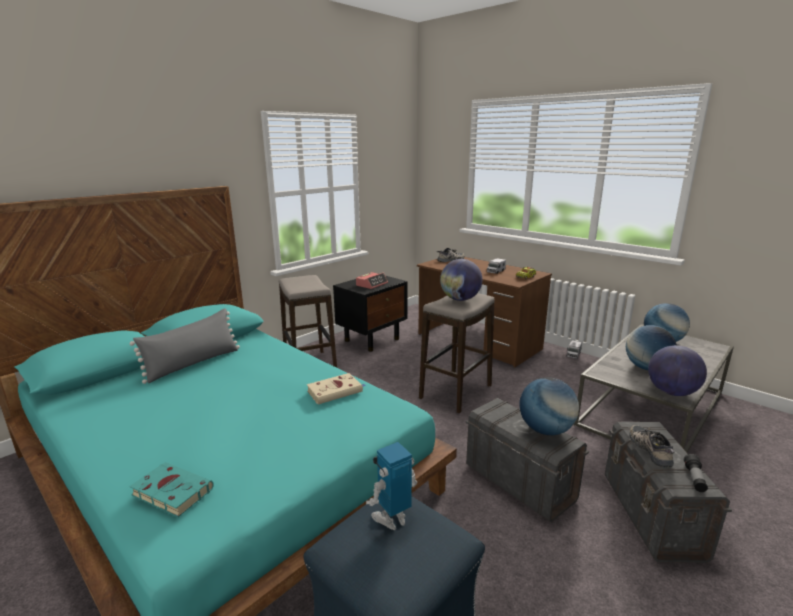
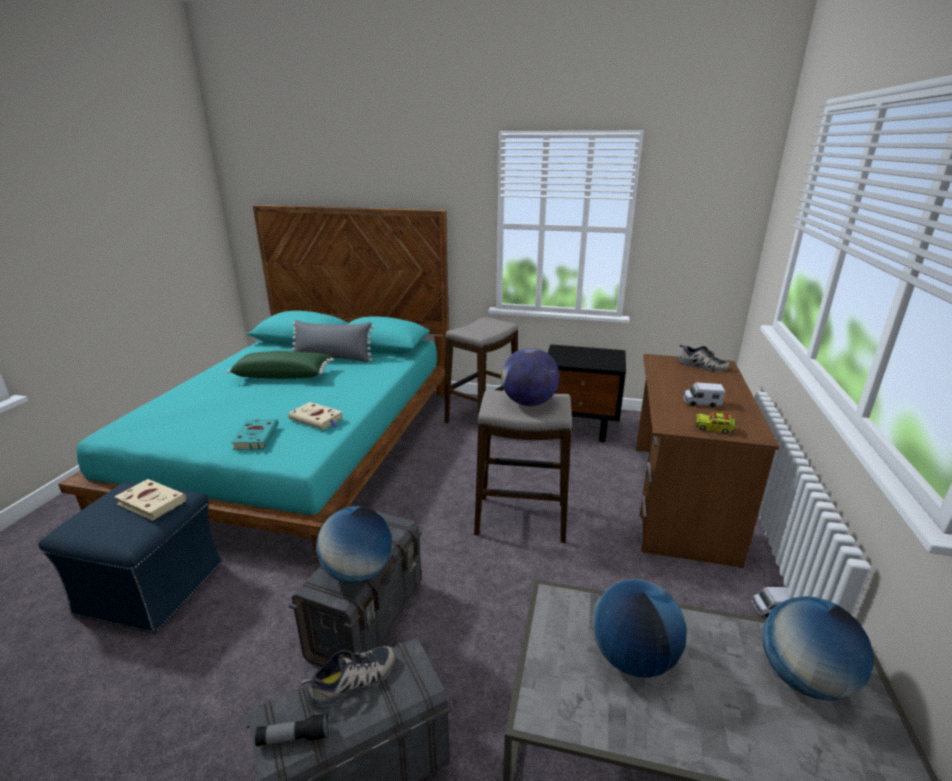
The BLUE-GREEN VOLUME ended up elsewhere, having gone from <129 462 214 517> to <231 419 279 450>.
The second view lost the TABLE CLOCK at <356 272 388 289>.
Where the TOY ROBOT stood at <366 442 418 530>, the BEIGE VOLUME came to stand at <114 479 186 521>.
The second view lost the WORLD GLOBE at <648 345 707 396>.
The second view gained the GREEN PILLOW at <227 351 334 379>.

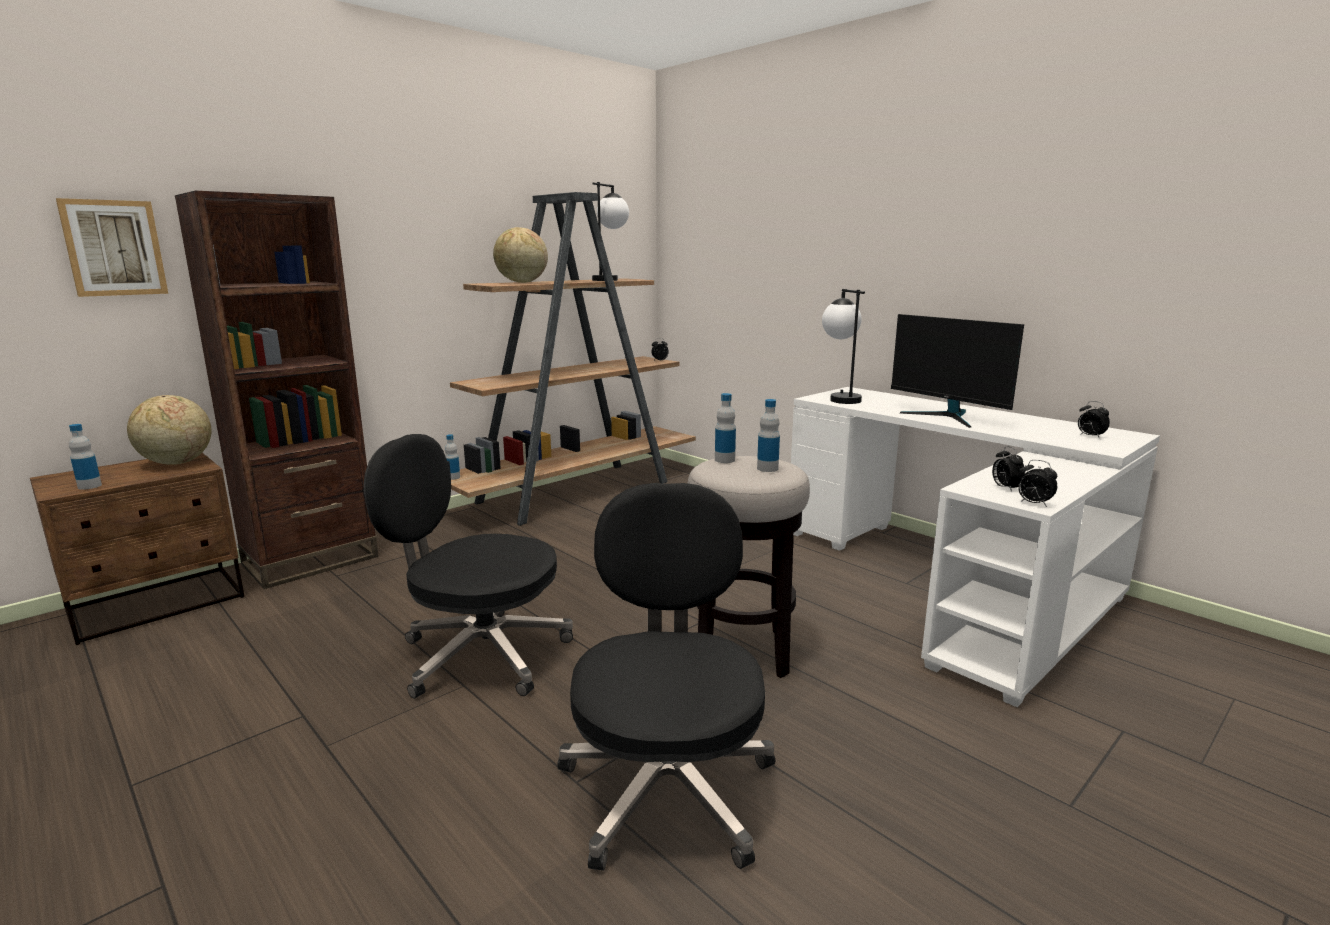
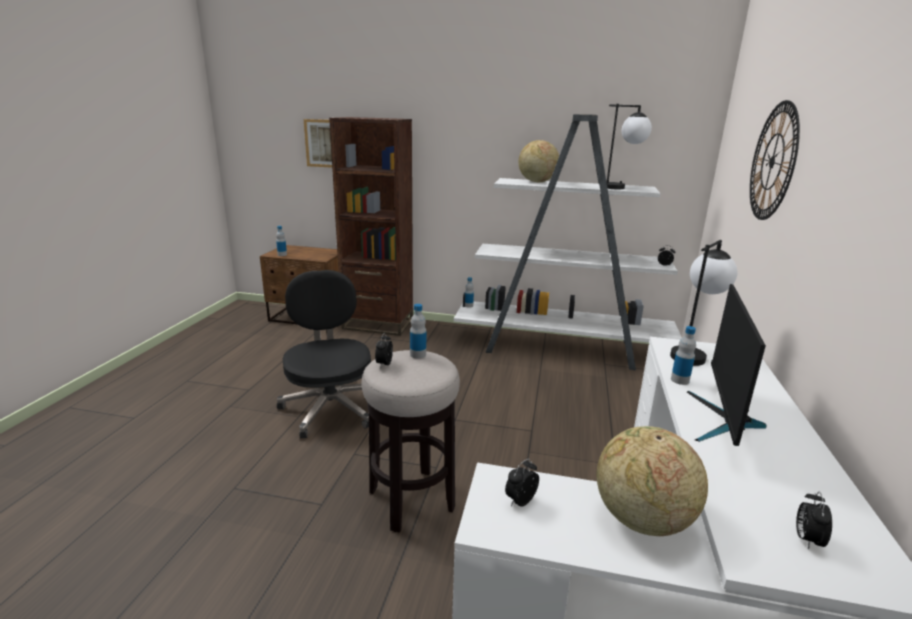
The WORLD GLOBE ended up elsewhere, having gone from <127 395 211 465> to <597 426 708 536>.
What was the BROWNISH BOOKCASE at <447 192 696 526> turned into the WHITE BOOKCASE at <454 114 682 370>.
The second view lost the BLACK DESK CHAIR at <557 483 775 871>.
The BEVERAGE BOTTLE ended up elsewhere, having gone from <757 399 780 472> to <671 326 696 385>.
The TABLE CLOCK ended up elsewhere, having gone from <1018 460 1057 507> to <375 334 393 366>.
The second view gained the WALL CLOCK at <750 100 800 220>.

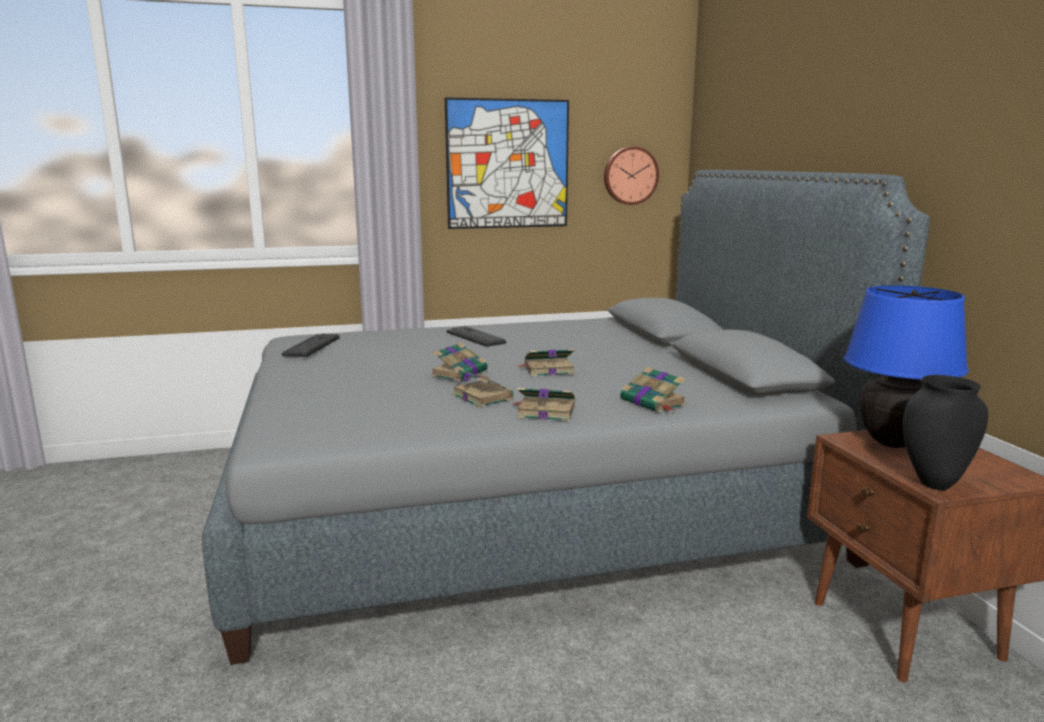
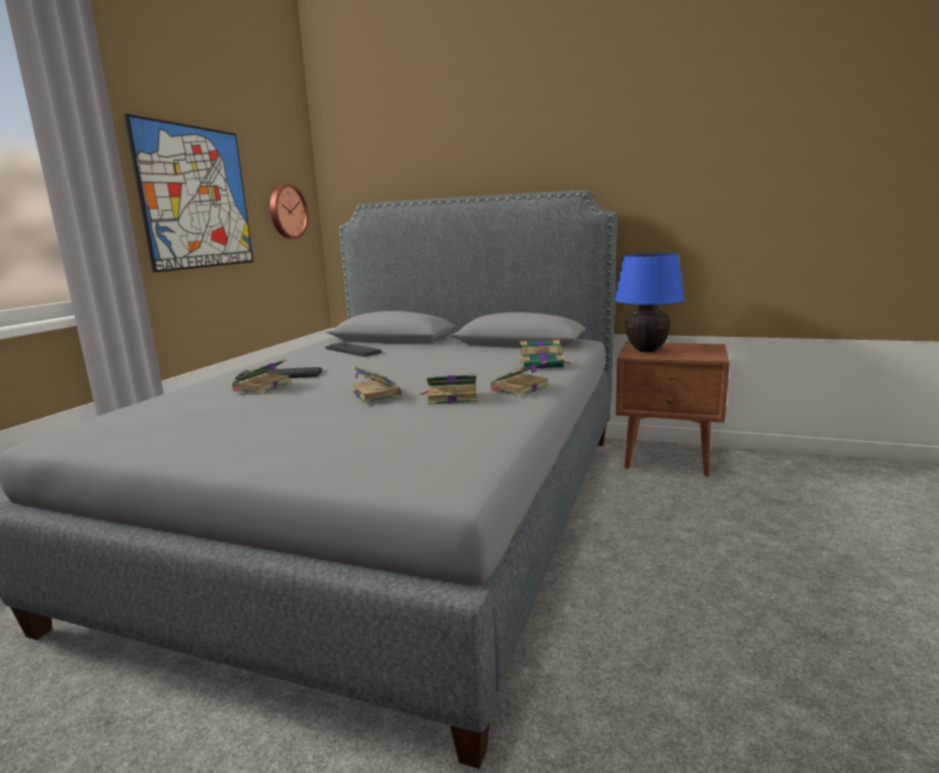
The KEYBOARD ended up elsewhere, having gone from <282 333 340 357> to <325 342 382 357>.
The VOLUME ended up elsewhere, having gone from <518 349 575 376> to <232 359 292 394>.
The second view lost the BLACK FLOWER VASE at <903 375 988 490>.

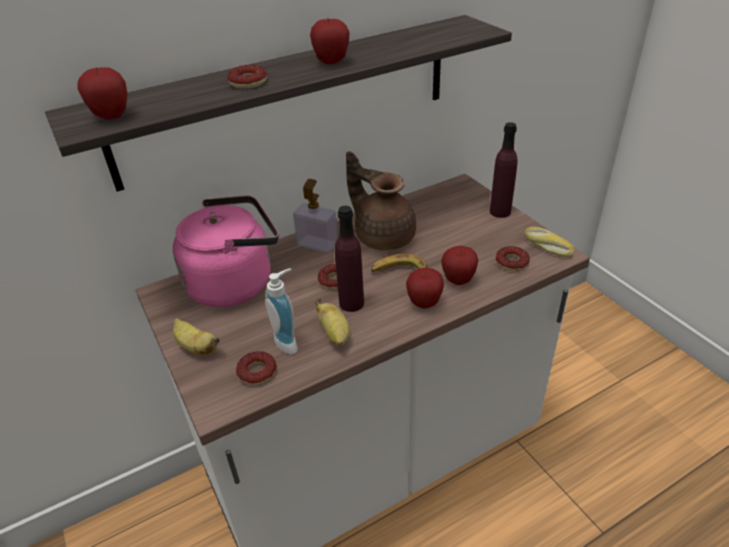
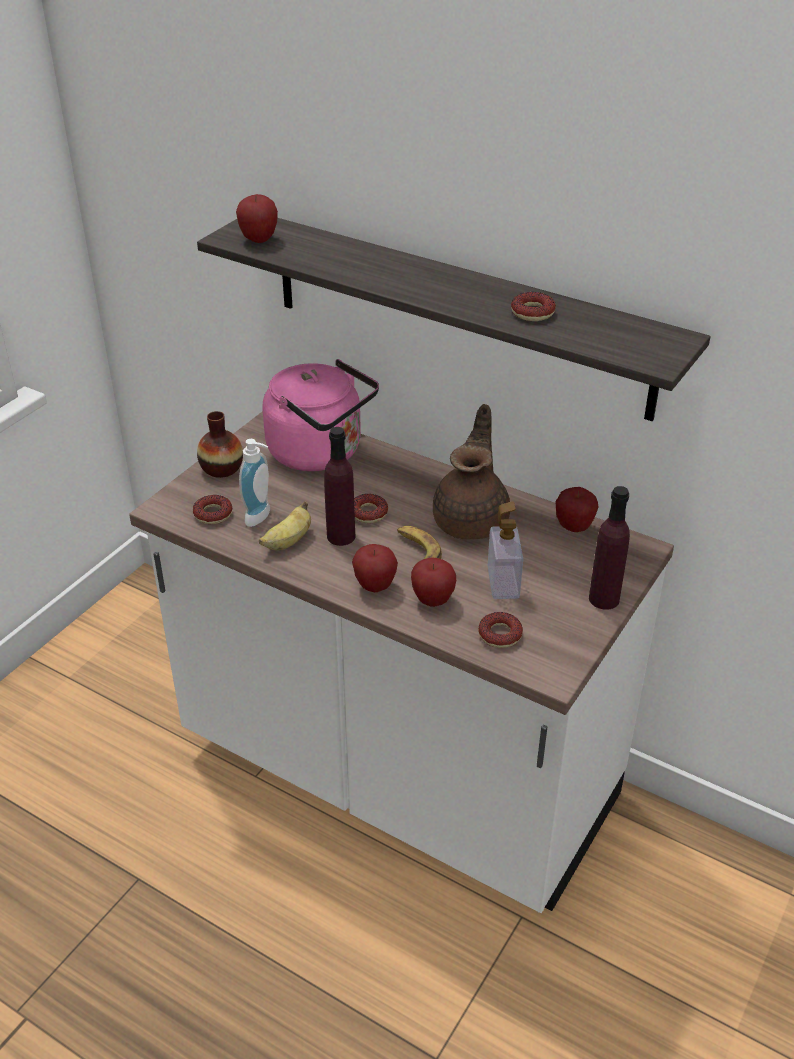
Where the BANANA FRUIT stood at <173 318 220 355>, the FLOWER VASE came to stand at <197 411 243 478>.
The DONUT ended up elsewhere, having gone from <227 65 267 89> to <511 292 556 321>.
The LIQUID SOAP BOTTLE ended up elsewhere, having gone from <293 179 338 253> to <488 501 523 599>.
The WHOLE APPLE ended up elsewhere, having gone from <310 18 349 64> to <555 487 599 532>.
The second view lost the BAKED BREAD at <524 227 574 257>.

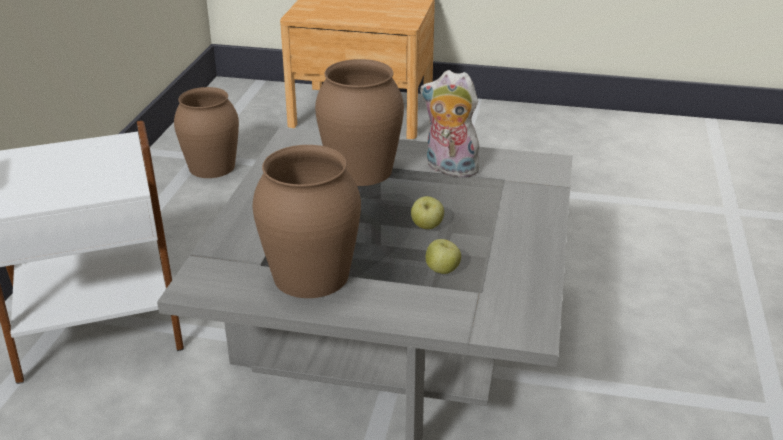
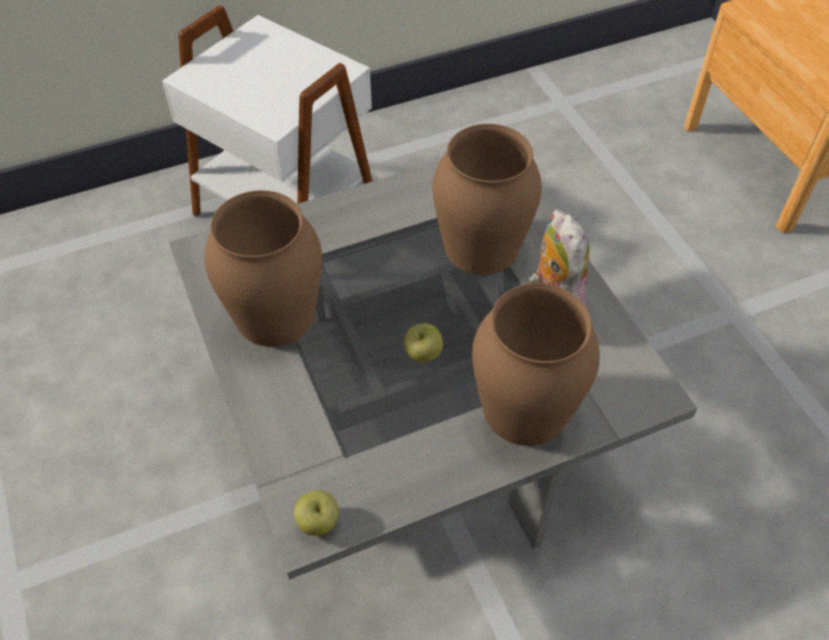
The BROWNISH FLOWER VASE ended up elsewhere, having gone from <174 87 239 178> to <472 283 600 446>.
The WHOLE APPLE ended up elsewhere, having gone from <426 239 461 274> to <294 490 339 536>.

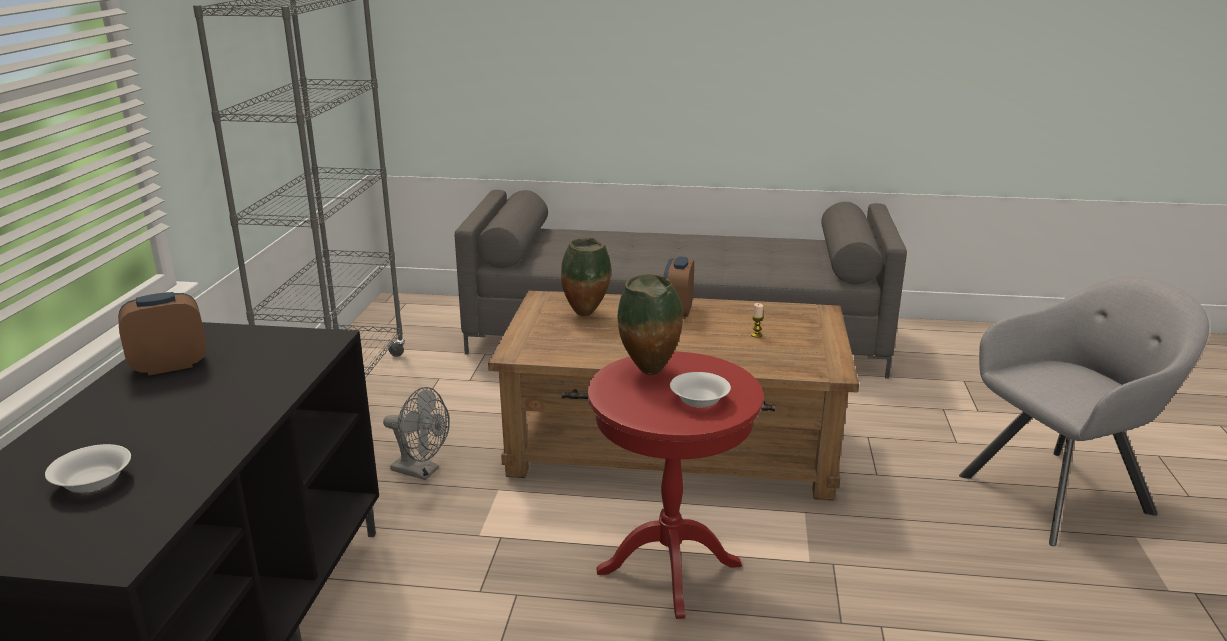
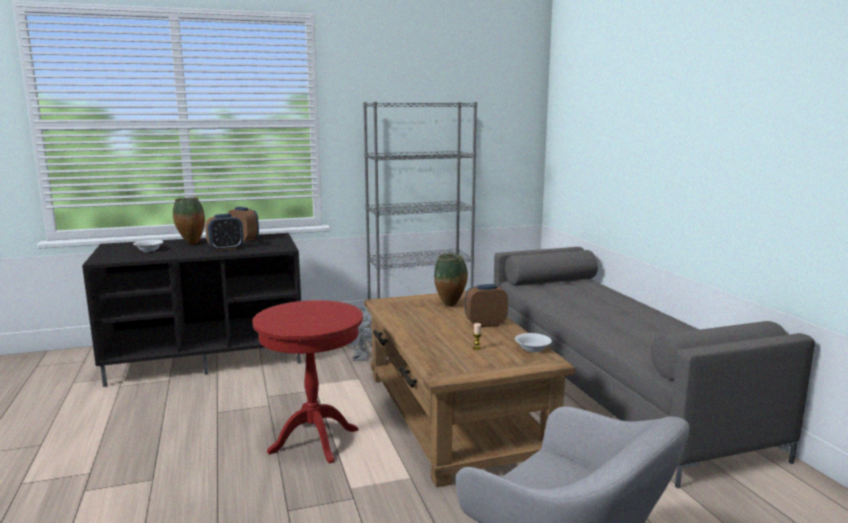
The FLOWER VASE ended up elsewhere, having gone from <618 274 683 375> to <173 197 205 245>.
The WHITE SERVING BOWL ended up elsewhere, having gone from <670 372 731 407> to <515 333 552 352>.
The second view gained the TABLE CLOCK at <205 214 243 251>.

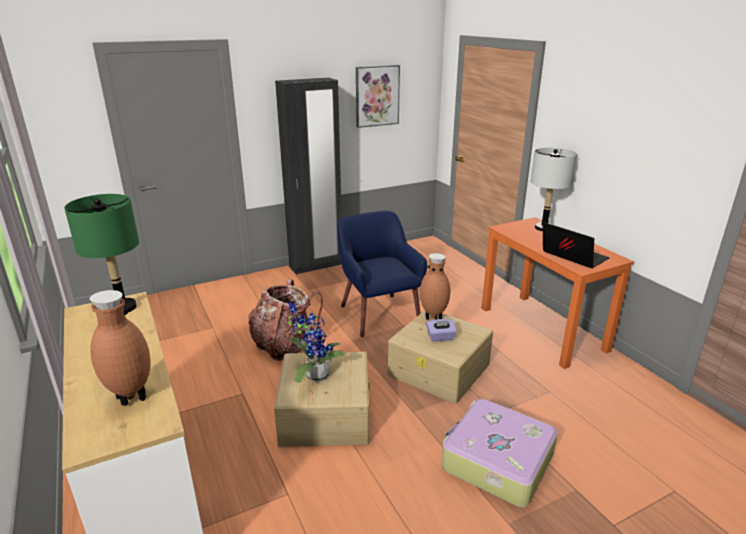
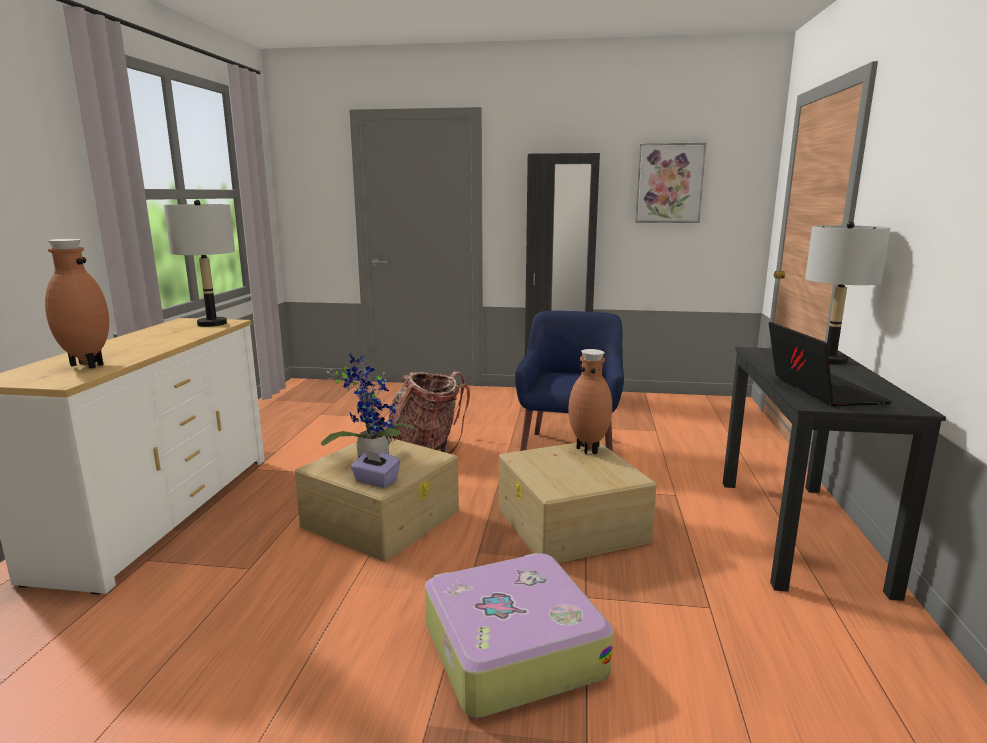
What was the GREEN TABLE LAMP at <64 194 139 312> turned into the GREYISH TABLE LAMP at <164 200 235 327>.
The PURPLISH TISSUE BOX ended up elsewhere, having gone from <426 319 457 341> to <350 450 400 488>.
What was the ORANGE DESK at <481 217 634 369> turned into the BLACK DESK at <723 347 946 601>.

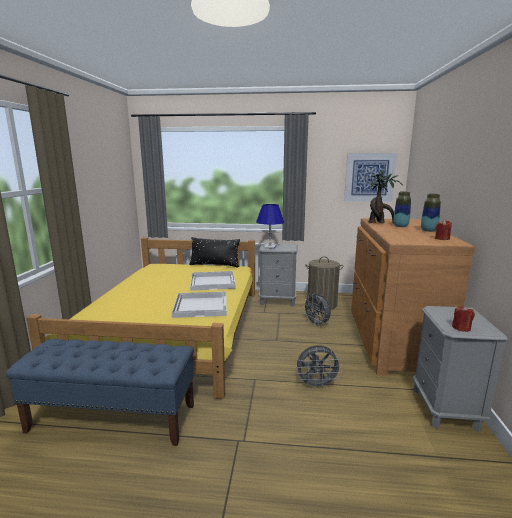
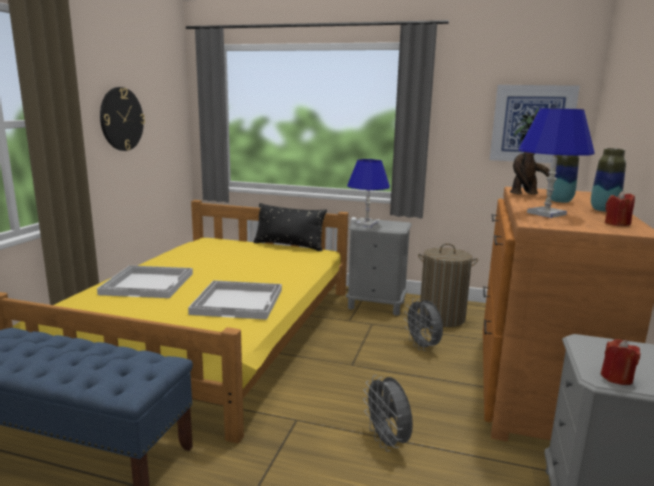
The WHITE TRAY ended up elsewhere, having gone from <190 271 236 291> to <97 265 193 298>.
The GREYISH FAN at <296 345 343 390> ended up facing another way, 60 degrees clockwise from before.
The second view gained the WALL CLOCK at <100 87 145 151>.
The second view gained the BLUISH TABLE LAMP at <519 108 595 218>.

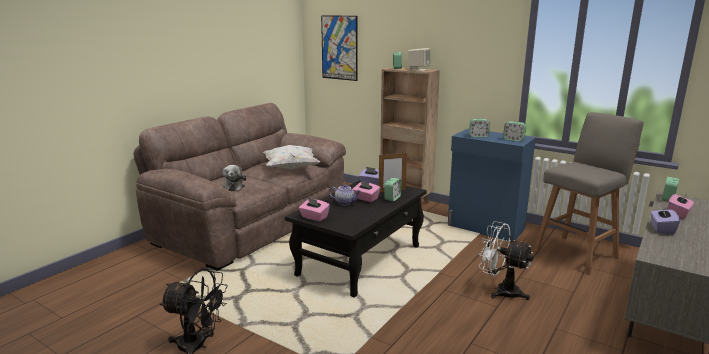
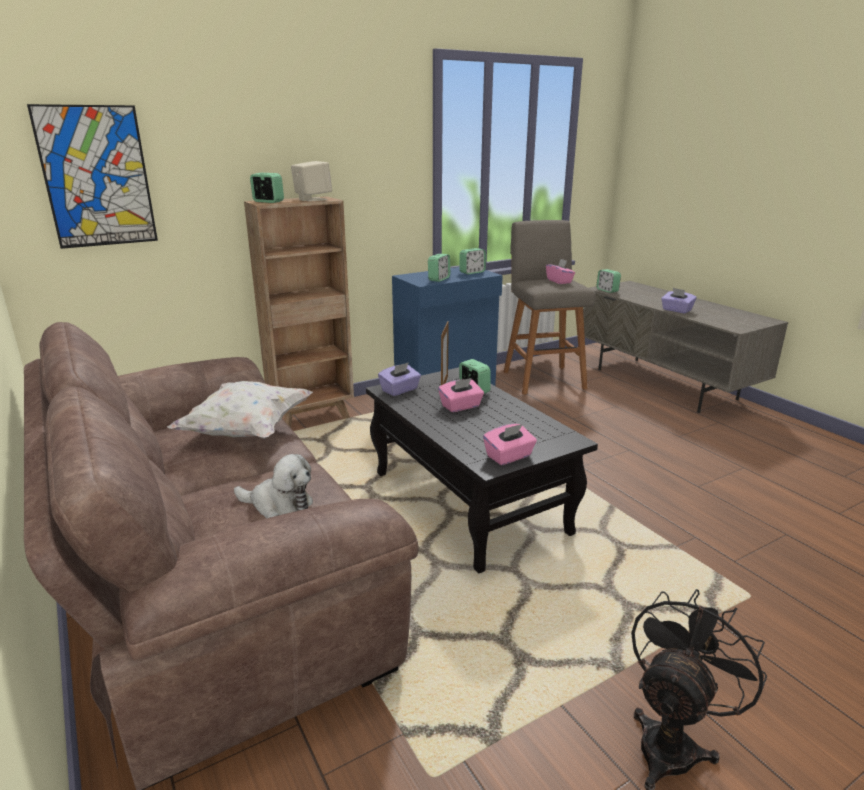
The second view lost the TEAPOT at <329 184 361 205>.
The second view lost the WHITE FAN at <479 221 533 300>.
The PINKISH TISSUE BOX ended up elsewhere, having gone from <668 192 694 219> to <546 259 575 284>.

